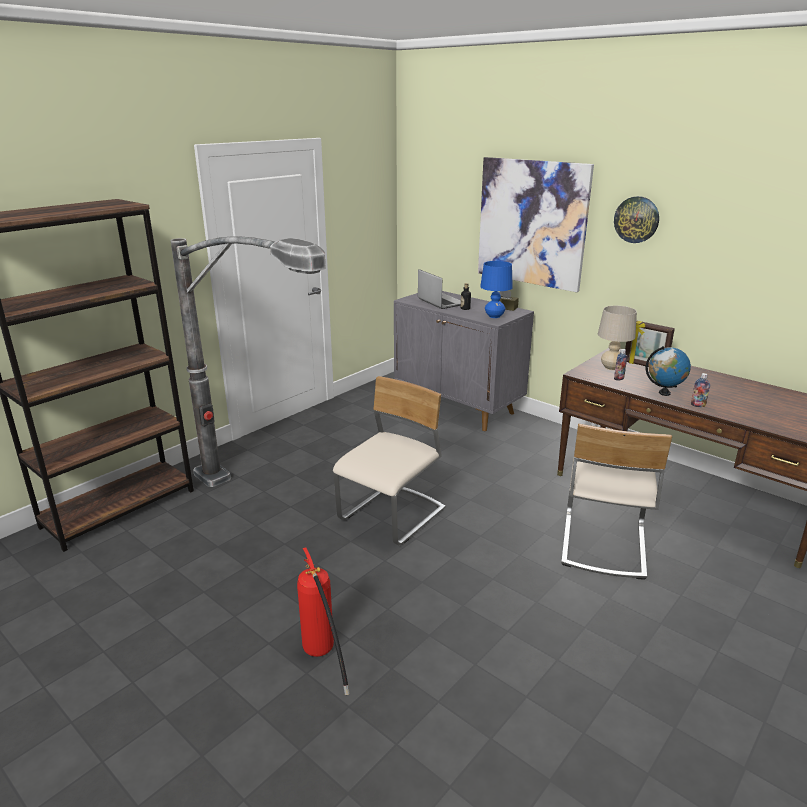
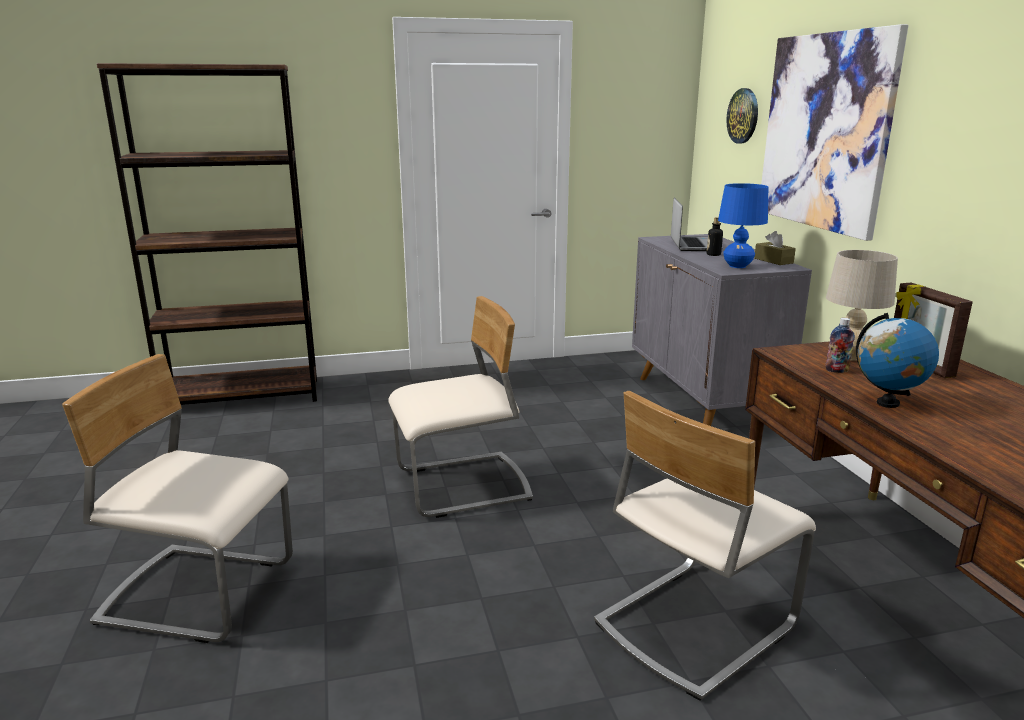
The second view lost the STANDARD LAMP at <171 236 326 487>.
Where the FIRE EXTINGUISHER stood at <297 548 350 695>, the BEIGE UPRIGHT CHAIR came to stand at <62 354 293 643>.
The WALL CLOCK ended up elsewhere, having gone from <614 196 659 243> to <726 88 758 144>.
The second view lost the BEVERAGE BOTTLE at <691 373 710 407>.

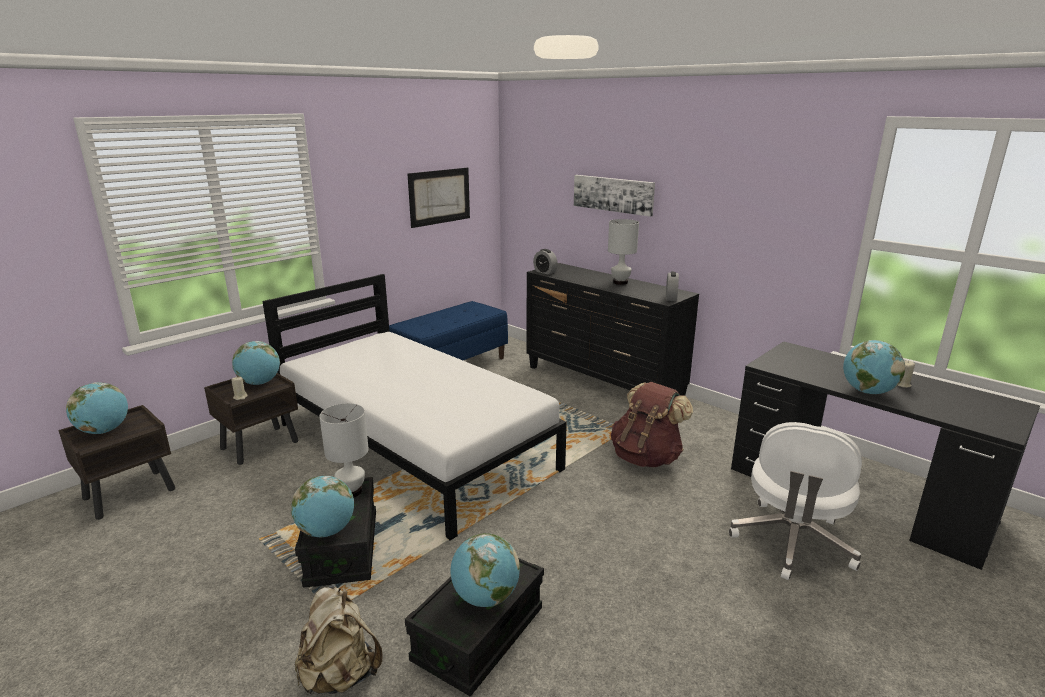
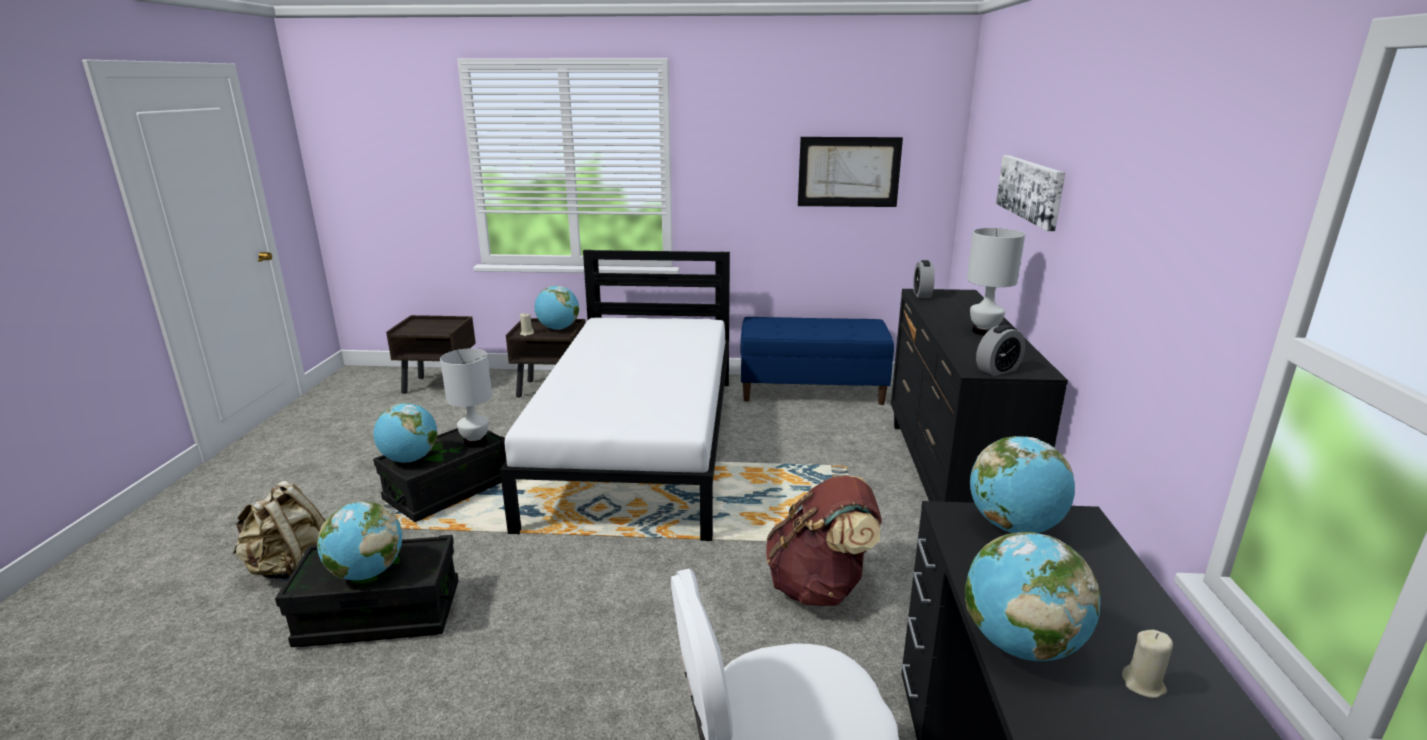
The WORLD GLOBE ended up elsewhere, having gone from <66 382 128 434> to <970 436 1075 533>.

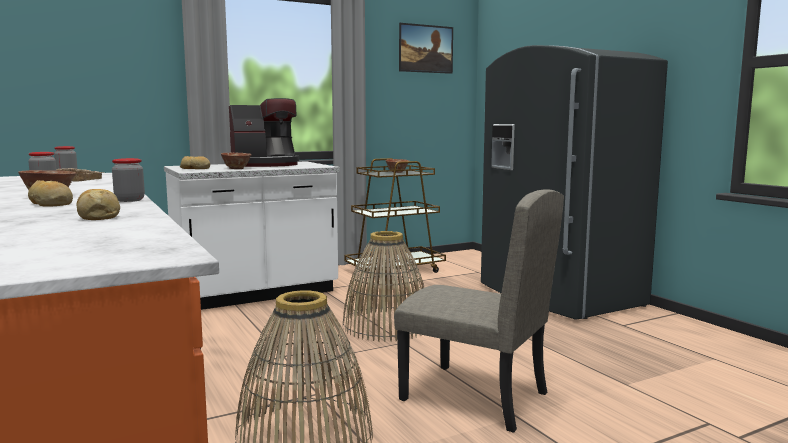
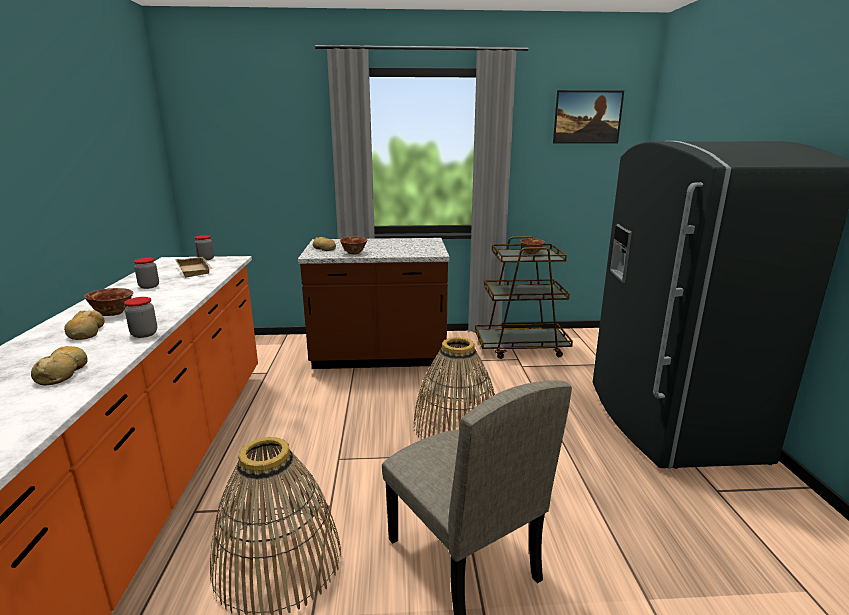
What was the WHITE KITCHEN BASE UNIT at <164 161 340 310> turned into the BROWNISH KITCHEN BASE UNIT at <298 238 450 369>.
The second view lost the COFFEE MACHINE at <229 98 299 167>.

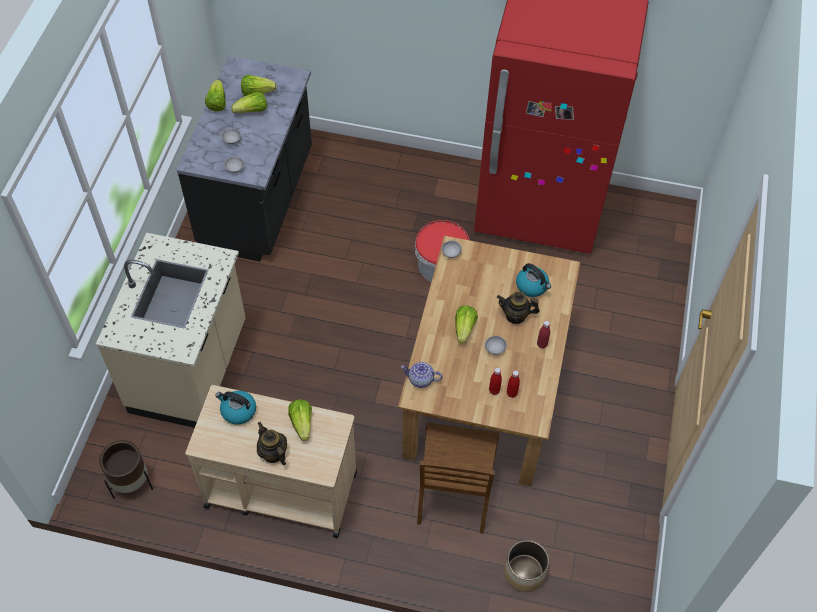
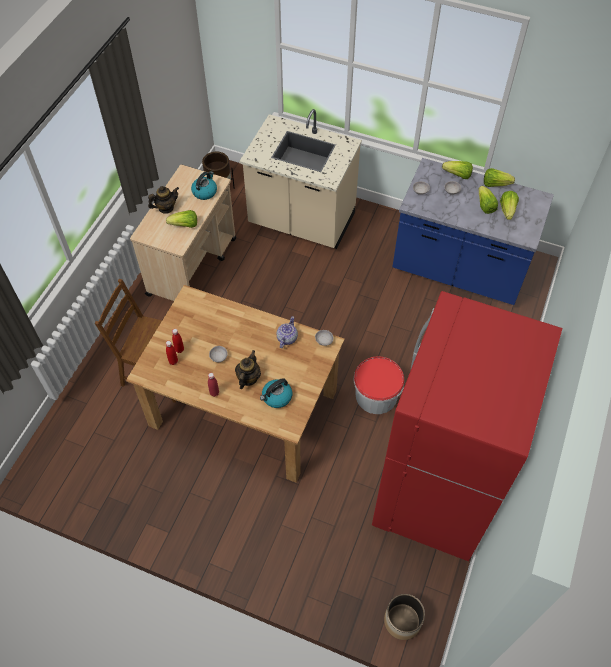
What was the BLACK KITCHEN BASE UNIT at <177 56 312 262> turned into the BLUISH KITCHEN BASE UNIT at <393 158 554 305>.
The TEAPOT ended up elsewhere, having gone from <401 362 443 388> to <276 316 298 348>.
The LETTUCE HEAD ended up elsewhere, having gone from <455 306 478 344> to <442 161 473 179>.
The PLANT POT ended up elsewhere, having gone from <504 540 549 592> to <384 594 425 640>.

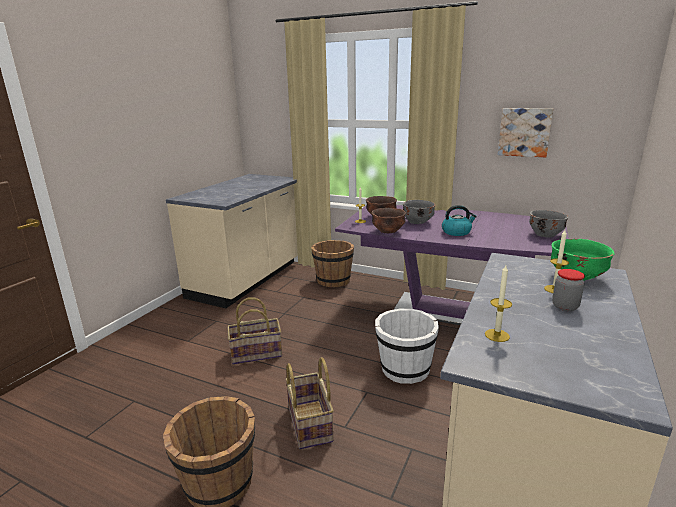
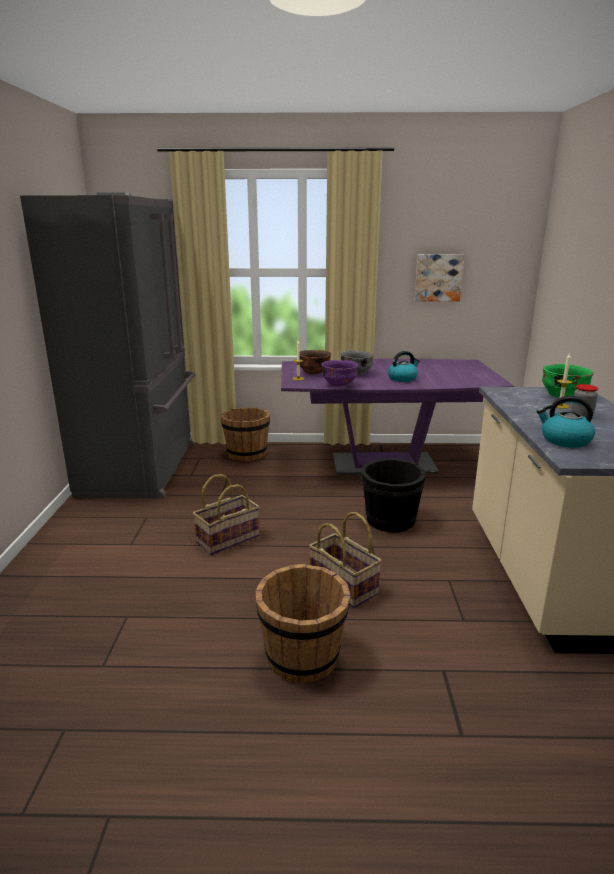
Where the BEIGE KITCHEN BASE UNIT stood at <166 174 298 308>, the GREYISH KITCHEN FRIDGE came to stand at <20 193 196 499>.
What was the BROWNISH SERVING BOWL at <371 208 406 233> turned into the PURPLISH SERVING BOWL at <321 360 358 387>.
What was the WHITE PAIL at <375 309 439 384> turned into the BLACK PAIL at <361 458 426 533>.
Where the WAX LIGHT stood at <485 265 512 342>, the TEA KETTLE came to stand at <536 396 595 448>.
The second view lost the GREYISH SERVING BOWL at <529 210 568 238>.

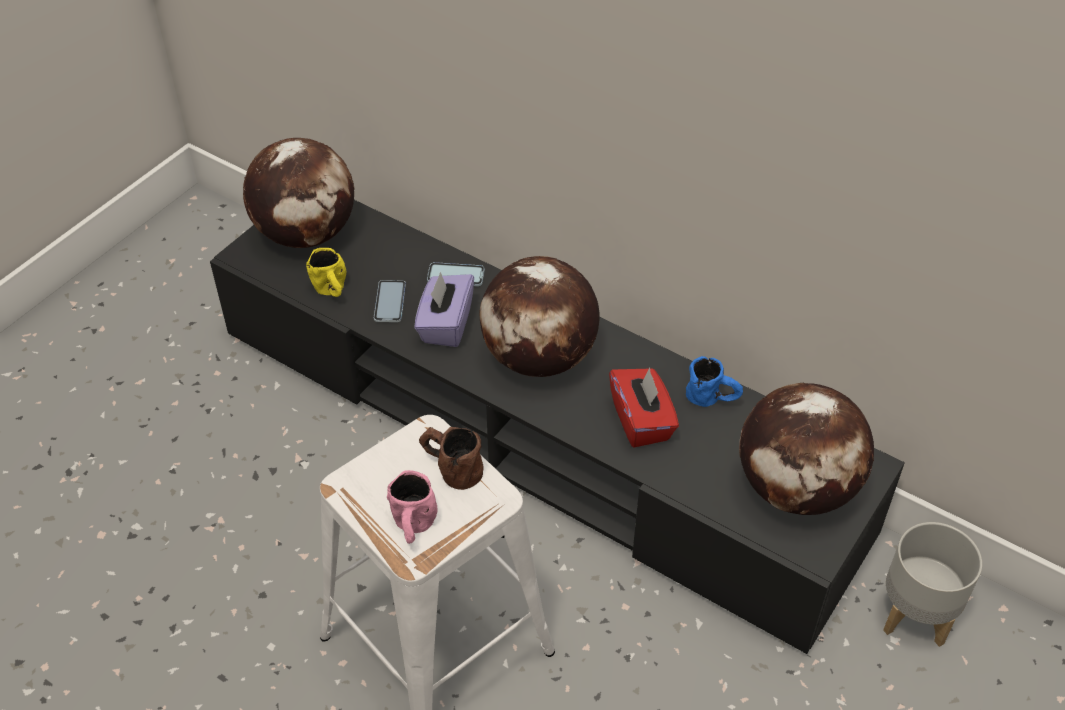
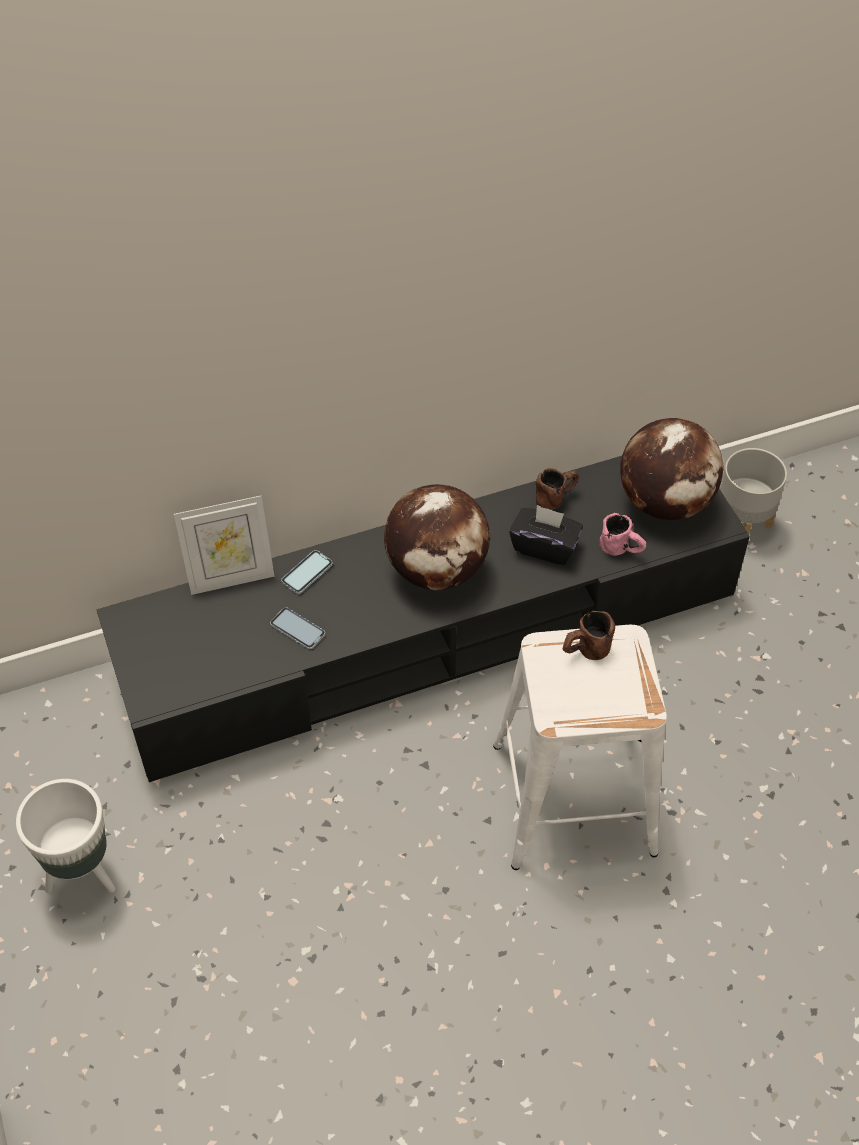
The second view lost the WORLD GLOBE at <243 138 355 248>.
The second view lost the YELLOWISH TEA MUG at <306 248 346 297>.
The PINKISH TEA MUG ended up elsewhere, having gone from <387 470 437 544> to <600 513 646 556>.
The second view lost the PURPLISH TISSUE BOX at <414 272 474 347>.
What was the RED-COLOURED TISSUE BOX at <609 368 679 448> turned into the BLACK TISSUE BOX at <509 505 583 565>.
What was the BLUISH TEA MUG at <686 356 743 407> turned into the BROWNISH TEA MUG at <536 468 579 510>.
The second view gained the WHITE PLANT POT at <16 779 115 893>.
The second view gained the PICTURE FRAME at <174 496 275 595>.

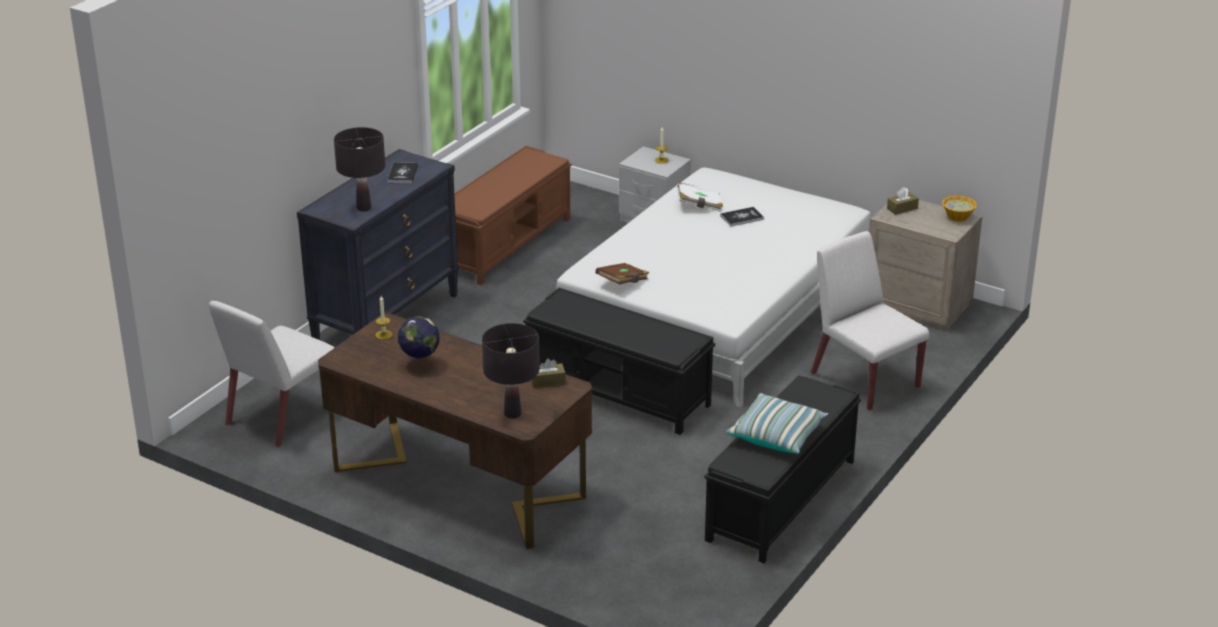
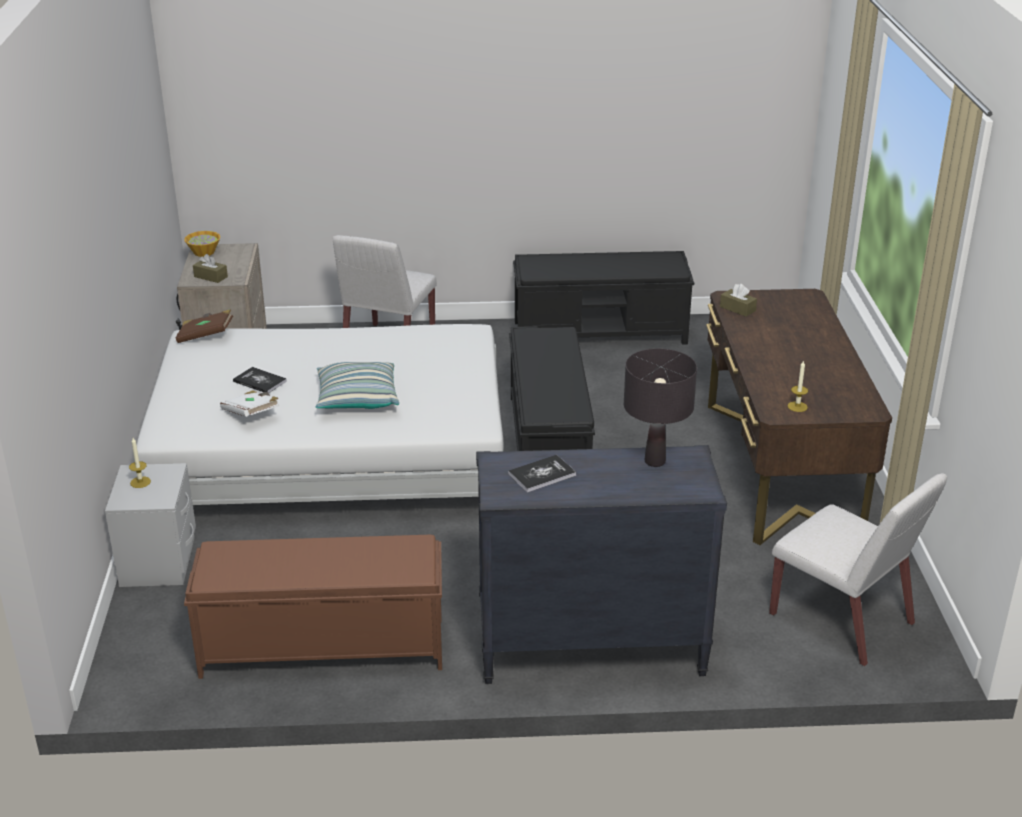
The WHITE UPRIGHT CHAIR at <209 301 335 447> ended up facing another way, 45 degrees clockwise from before.
The second view lost the WORLD GLOBE at <398 316 440 371>.
The second view lost the BLACK TABLE LAMP at <482 323 540 419>.
The BROWNISH VOLUME ended up elsewhere, having gone from <595 263 649 284> to <175 309 233 343>.
The PILLOW ended up elsewhere, having gone from <725 393 828 454> to <316 362 399 409>.

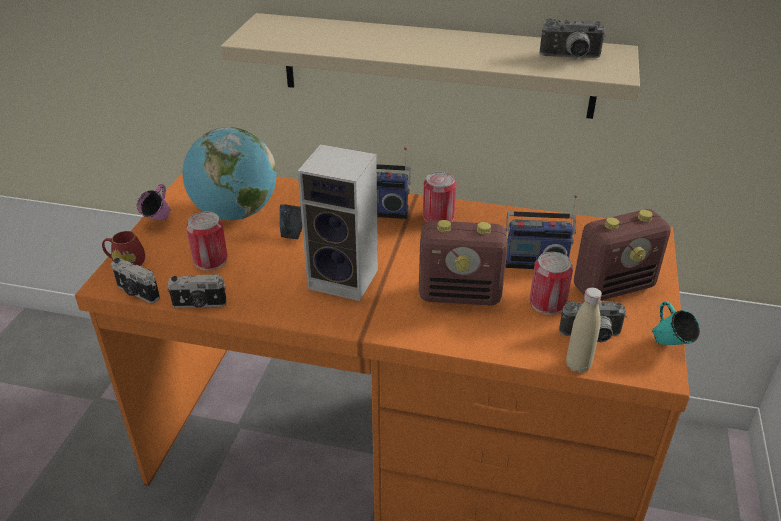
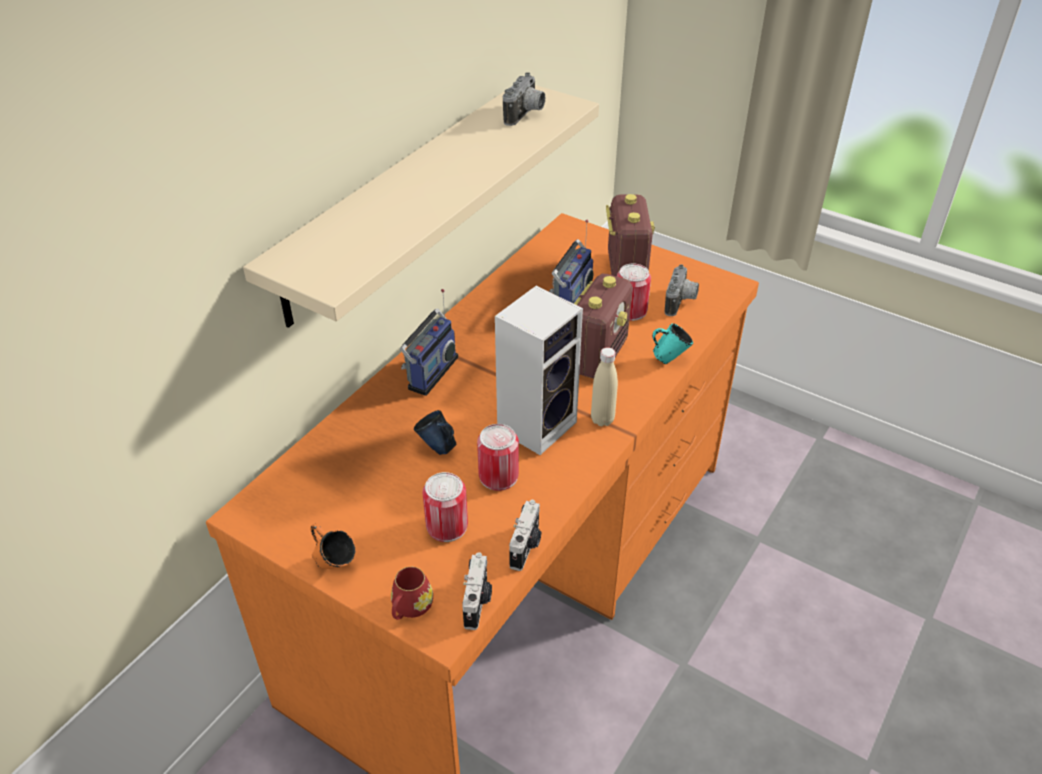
The PHOTO CAMERA at <111 258 160 303> ended up facing another way, 45 degrees counterclockwise from before.
What was the PINKISH TEA MUG at <137 184 171 220> turned into the ORANGE TEA MUG at <310 524 356 569>.
The second view lost the WORLD GLOBE at <182 127 276 220>.
The METAL CAN ended up elsewhere, having gone from <423 172 456 222> to <477 424 519 491>.
The BEIGE BEVERAGE BOTTLE ended up elsewhere, having gone from <566 287 602 373> to <591 347 618 426>.
The BLUE-GREEN TEA MUG ended up elsewhere, having gone from <652 301 700 345> to <652 323 693 364>.

